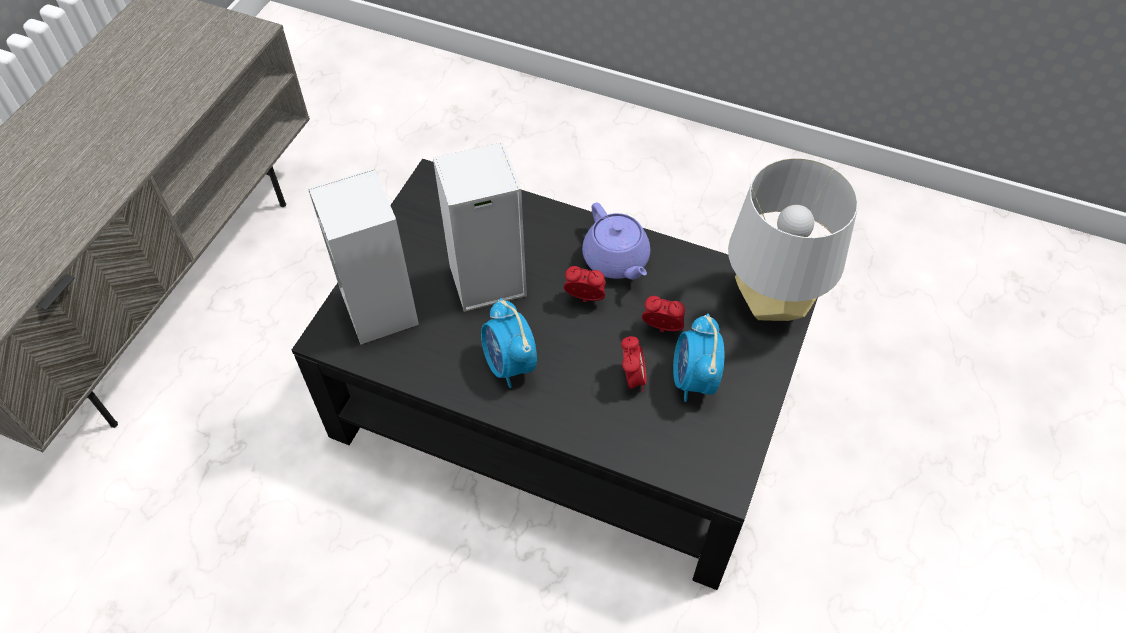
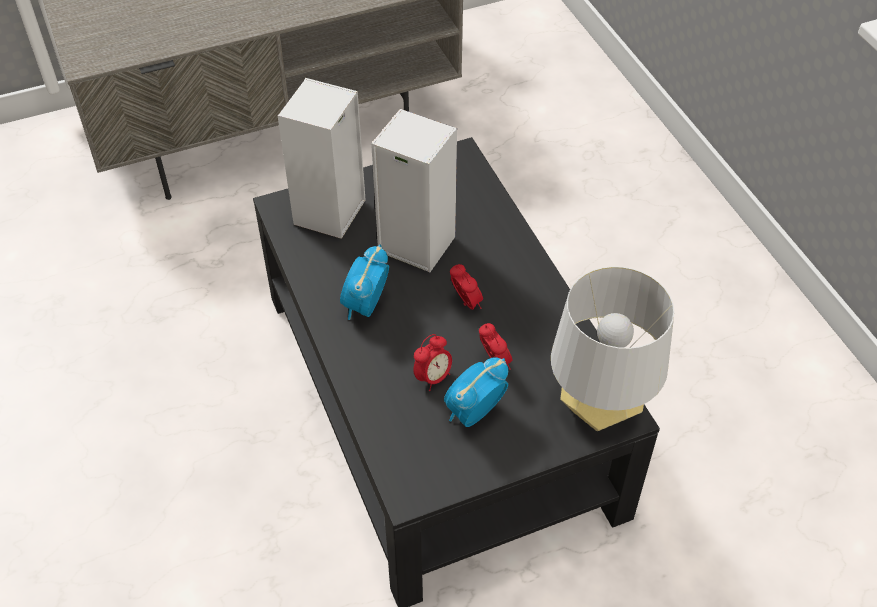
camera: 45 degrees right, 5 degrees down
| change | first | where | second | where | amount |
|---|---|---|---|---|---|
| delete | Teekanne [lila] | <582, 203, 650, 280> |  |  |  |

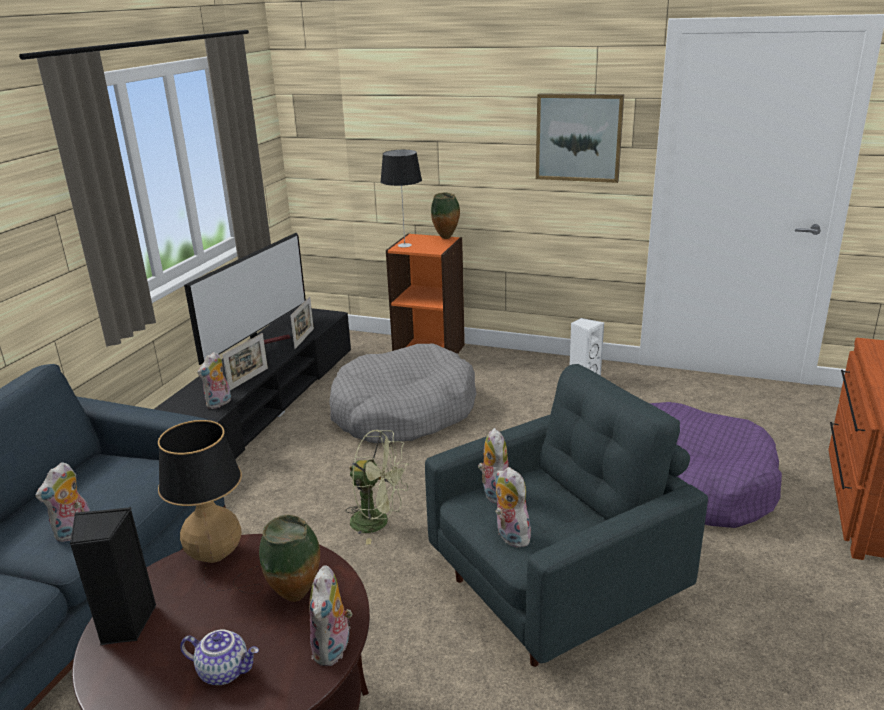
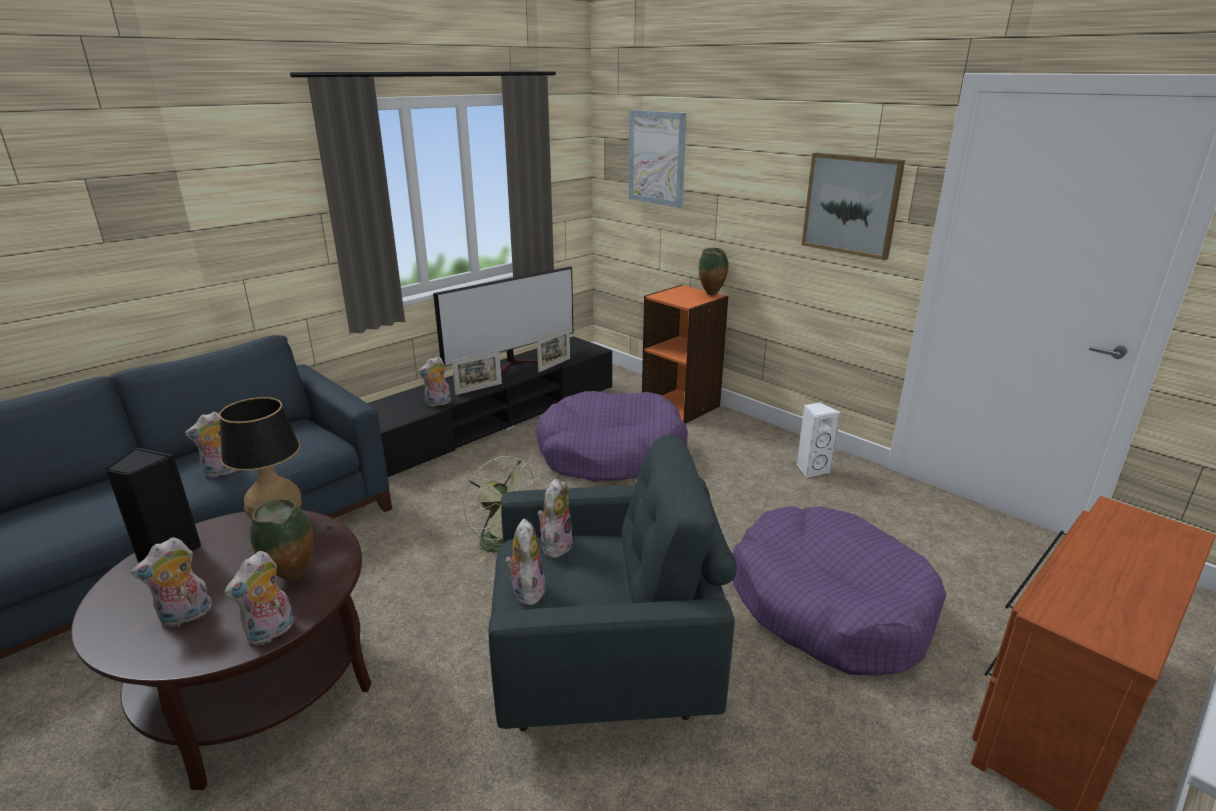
camera: 25 degrees right, 0 degrees up
| change | first | where | second | where | amount |
|---|---|---|---|---|---|
| delete | Tischlampe | <380, 150, 422, 247> |  |  |  |
| insert |  |  | Bild | <628, 110, 687, 208> |  |
| replace | Teekanne | <180, 629, 259, 685> | Plüschtier | <131, 537, 212, 627> |  |
| recolor | Hundebett [grau] | <329, 344, 476, 443> | Hundebett [lila] | <535, 391, 688, 482> |  |

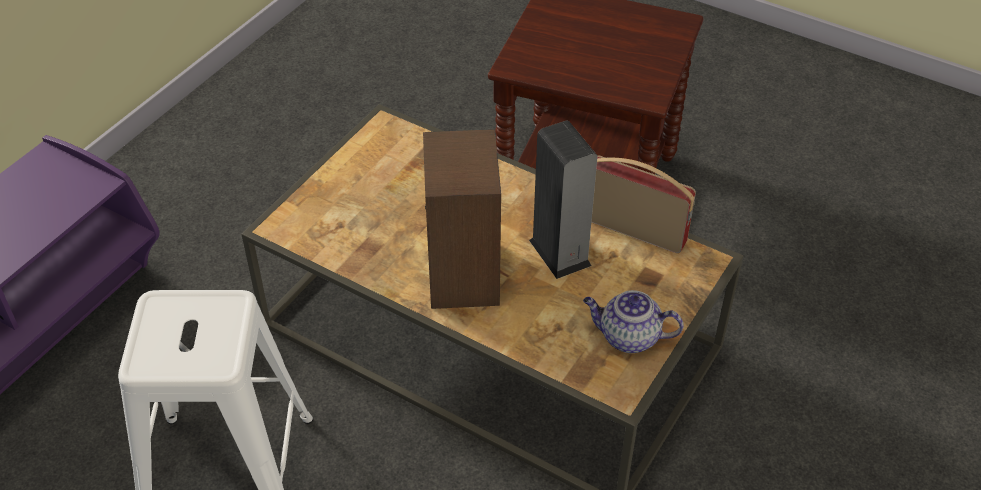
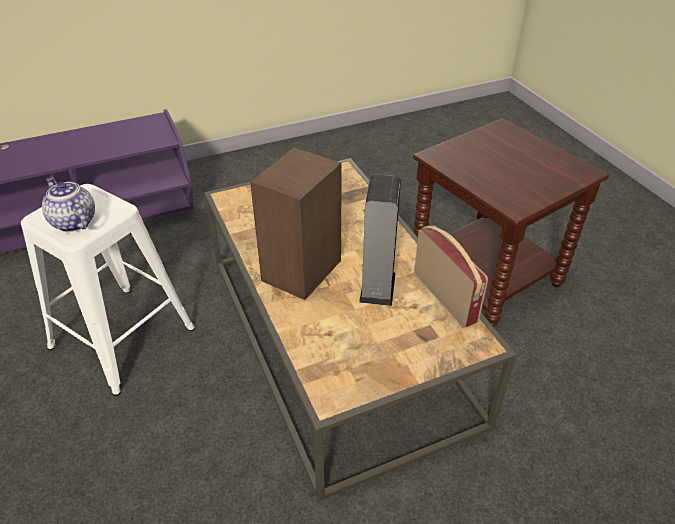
camera: 35 degrees right, 5 degrees down
| change | first | where | second | where | amount |
|---|---|---|---|---|---|
| move | Teekanne | <583, 290, 684, 353> |  | <42, 177, 95, 232> |  |

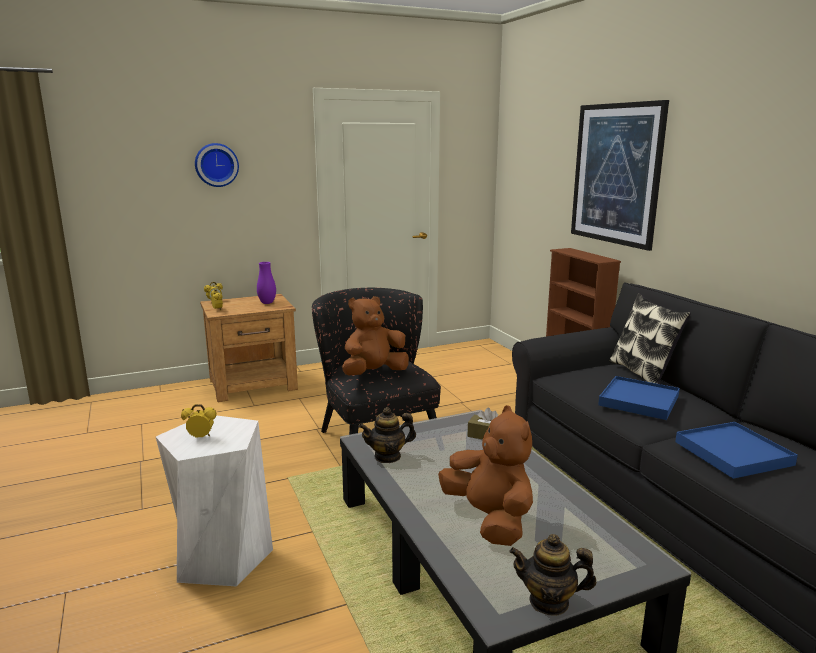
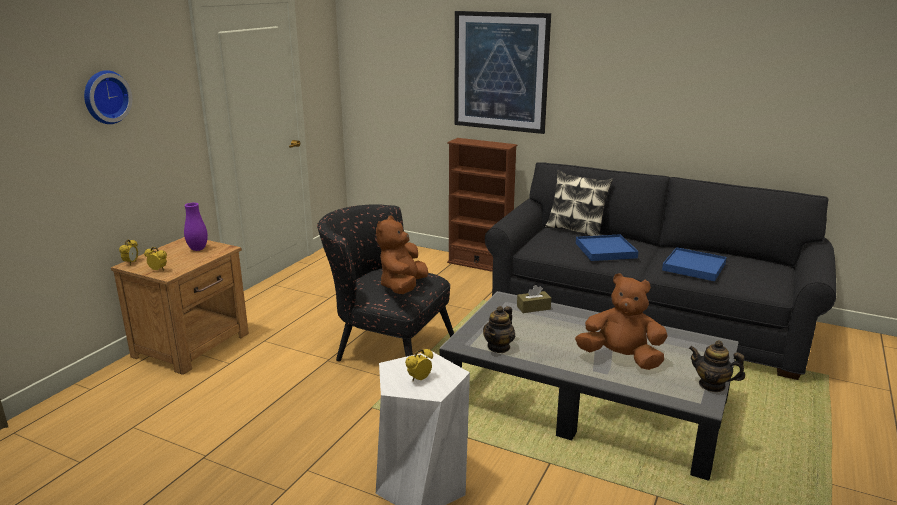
camera: 40 degrees left, 5 degrees up
| change | first | where | second | where | amount |
|---|---|---|---|---|---|
| rotate | Teekanne | <509, 534, 596, 616> |  | <689, 341, 745, 392> | 60 degrees clockwise |

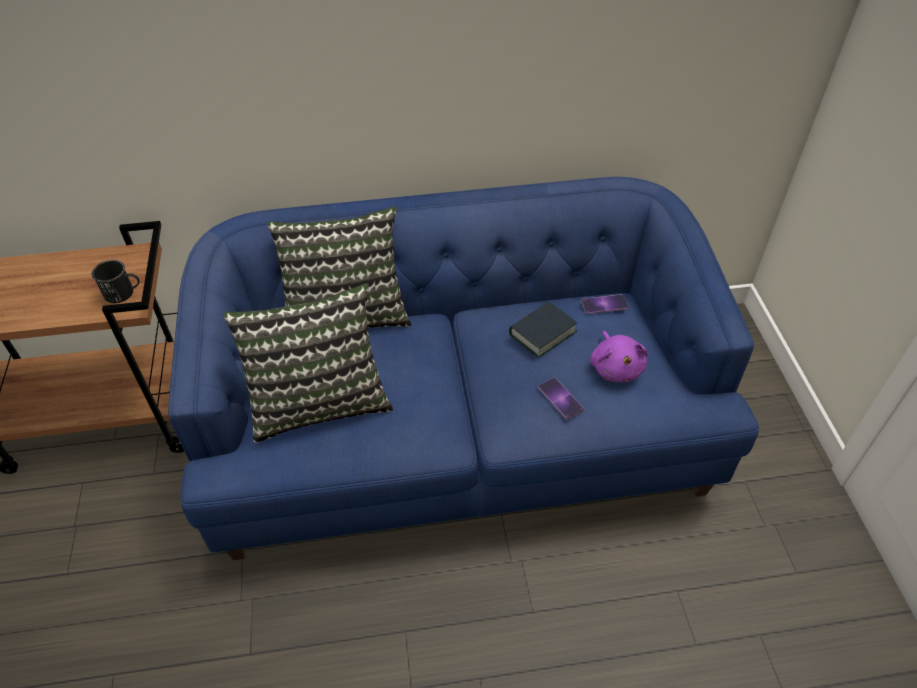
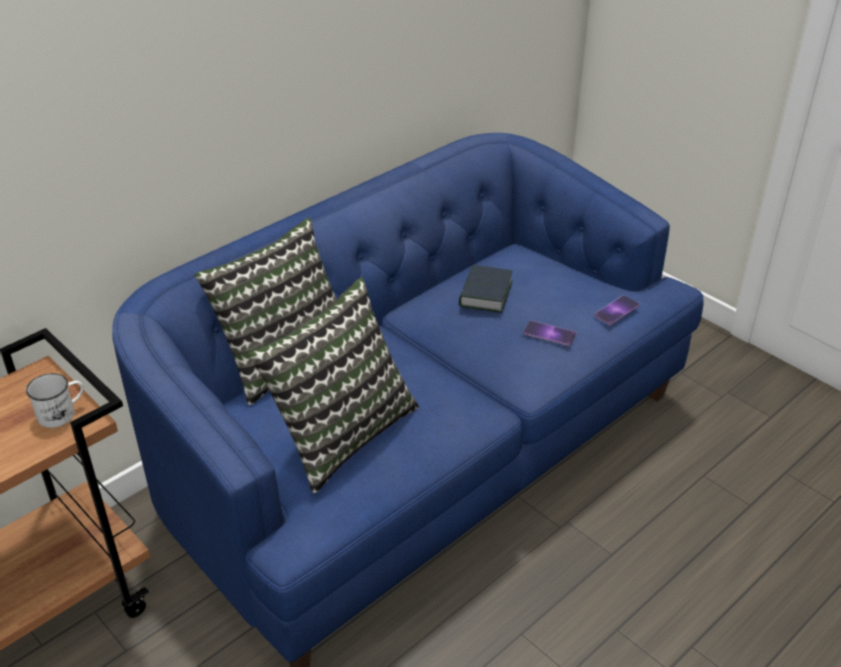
camera: 35 degrees left, 10 degrees down
| change | first | where | second | where | amount |
|---|---|---|---|---|---|
| delete | Plüschtier [lila] | <590, 331, 648, 382> |  |  |  |
| move | Handy | <581, 294, 629, 314> |  | <594, 295, 640, 325> |  |
| recolor | Henkelbecher [schwarz] | <91, 260, 140, 303> | Henkelbecher [weiß] | <26, 373, 84, 428> |  |

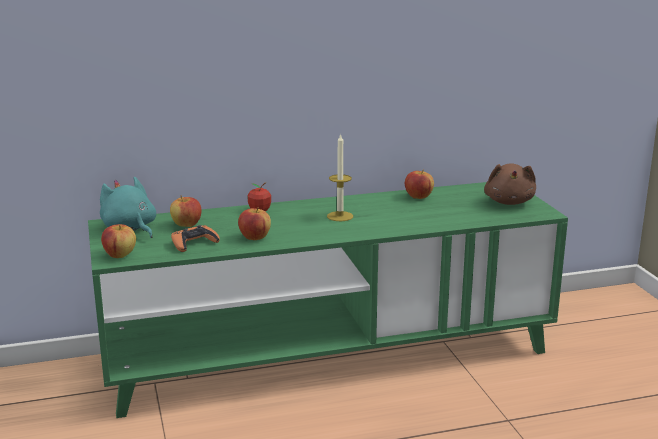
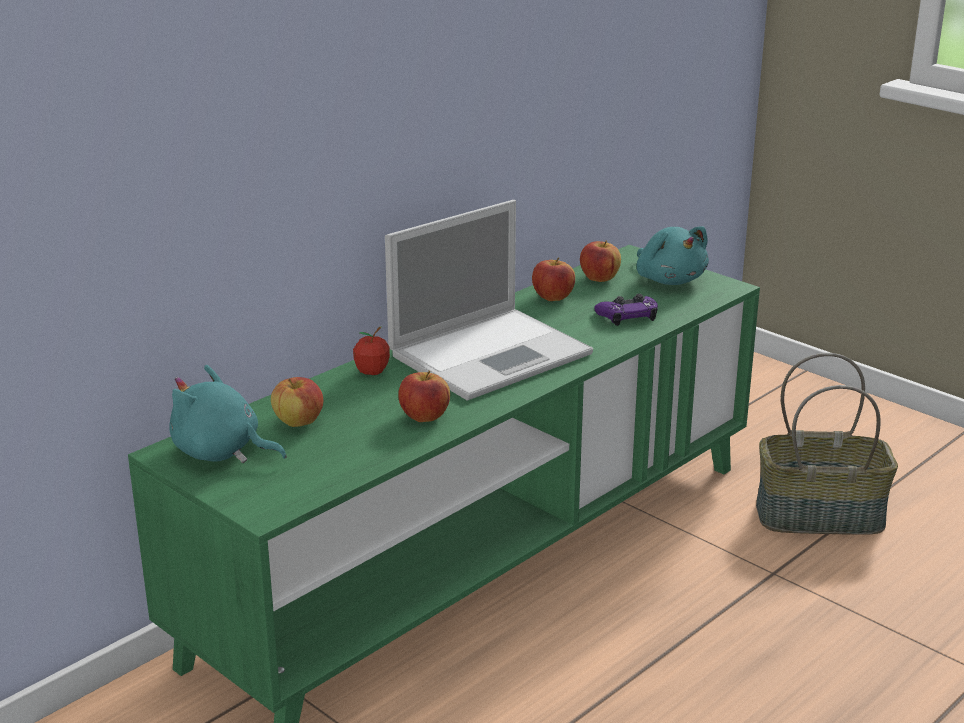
camera: 30 degrees left, 5 degrees up
| change | first | where | second | where | amount |
|---|---|---|---|---|---|
| delete | Gamepad [orange] | <171, 225, 220, 252> |  |  |  |
| insert |  |  | Gamepad [lila] | <594, 294, 658, 326> |  |
| insert |  |  | Korb | <756, 353, 898, 535> |  |
| move | Apfel | <101, 224, 136, 258> |  | <580, 241, 621, 282> |  |
| replace | Kerze | <327, 133, 353, 221> | Laptop | <385, 200, 593, 401> |  |
| recolor | Plüschtier [braun] | <484, 163, 536, 205> | Plüschtier [türkis] | <637, 227, 709, 285> |  |

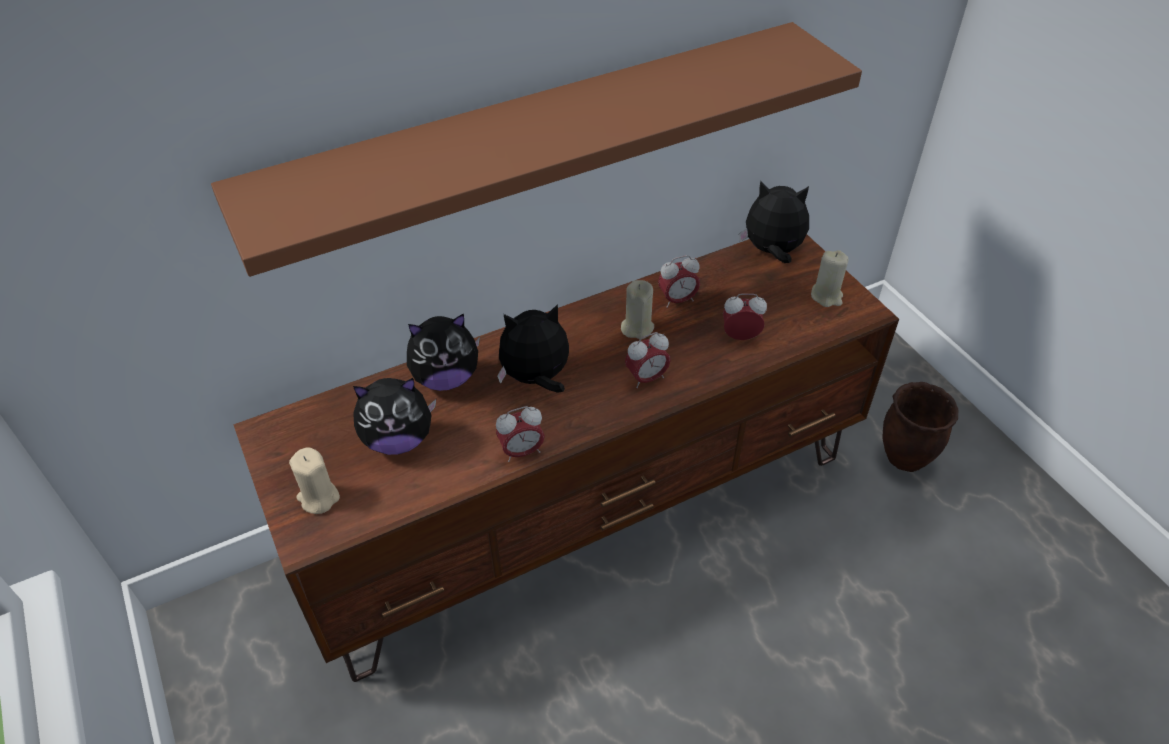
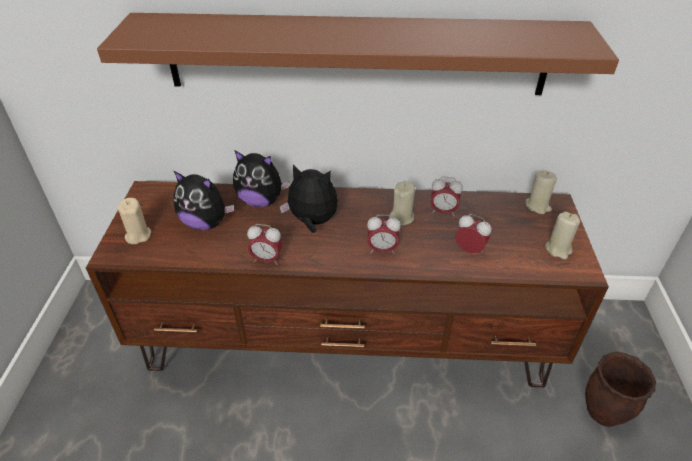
camera: 30 degrees right, 5 degrees down
| change | first | where | second | where | amount |
|---|---|---|---|---|---|
| replace | Plüschtier | <739, 181, 809, 263> | Kerze [beige] | <525, 171, 557, 214> |  |

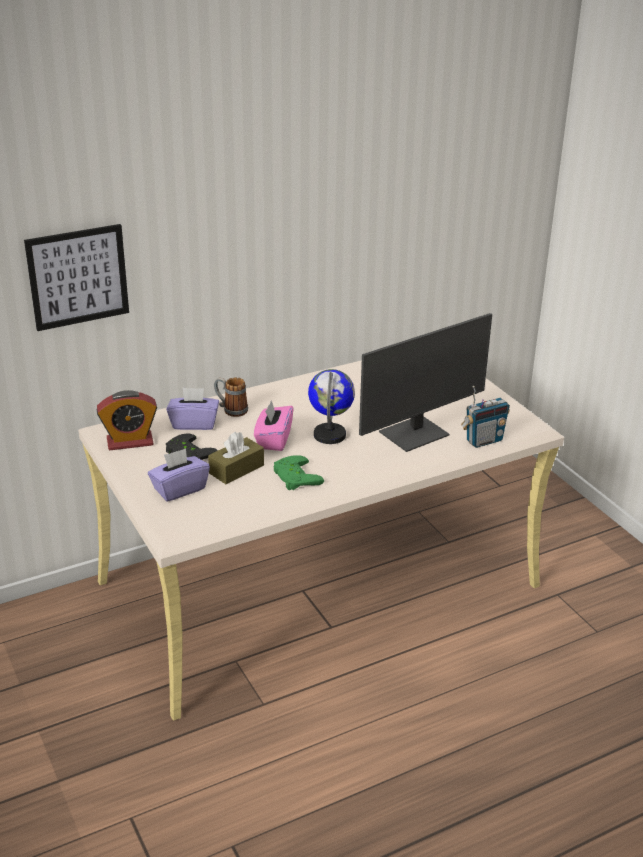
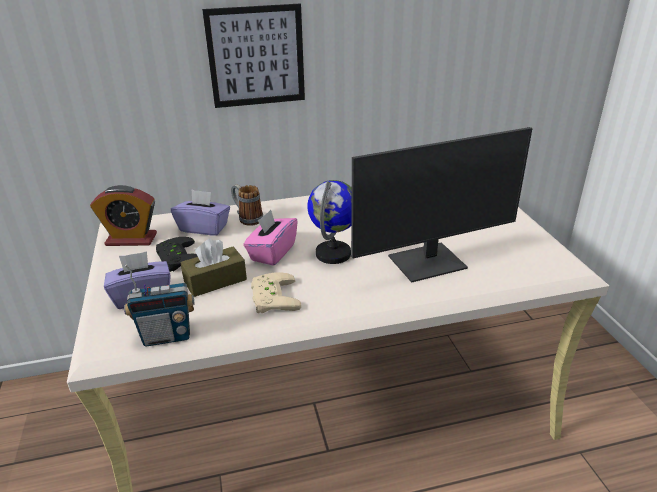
camera: 15 degrees right, 0 degrees up
| change | first | where | second | where | amount |
|---|---|---|---|---|---|
| move | Bild | <24, 224, 129, 331> |  | <202, 3, 305, 108> |  |
| move | Radio | <461, 386, 510, 448> |  | <124, 264, 195, 346> |  |
| recolor | Gamepad [grün] | <274, 455, 324, 491> | Gamepad [beige] | <251, 272, 301, 314> |  |

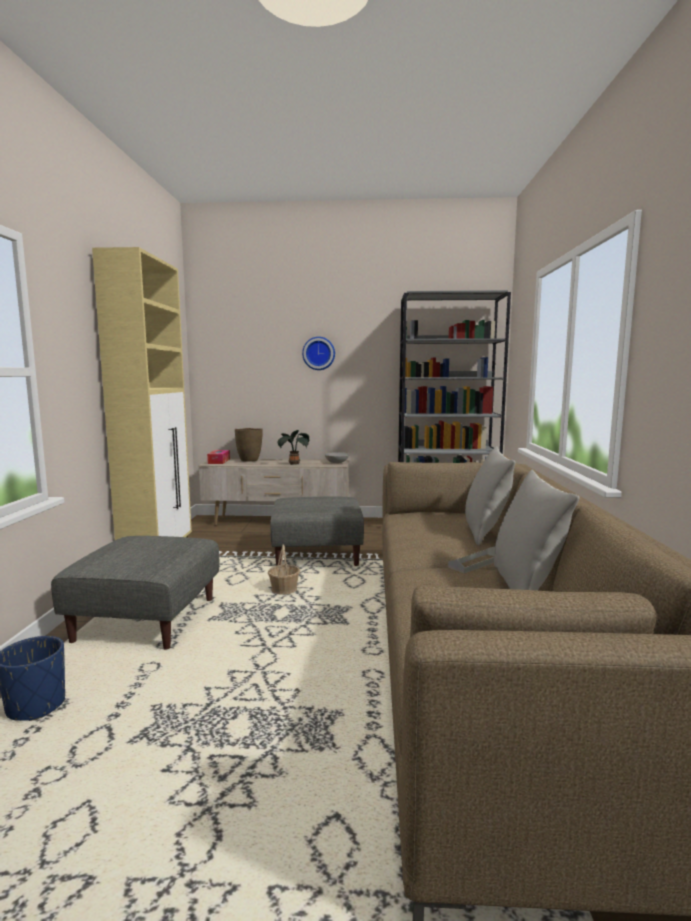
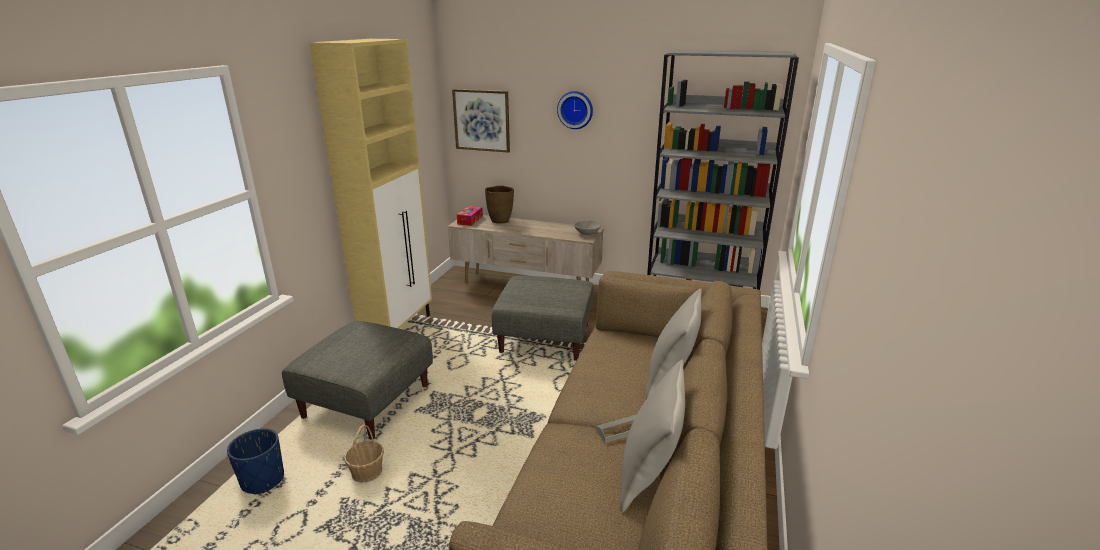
camera: 15 degrees right, 15 degrees up
| change | first | where | second | where | amount |
|---|---|---|---|---|---|
| delete | Topfpflanze | <277, 430, 309, 465> |  |  |  |
| insert |  |  | Bild | <452, 89, 510, 153> |  |
| move | Korb | <268, 545, 300, 595> |  | <344, 425, 384, 483> |  |

